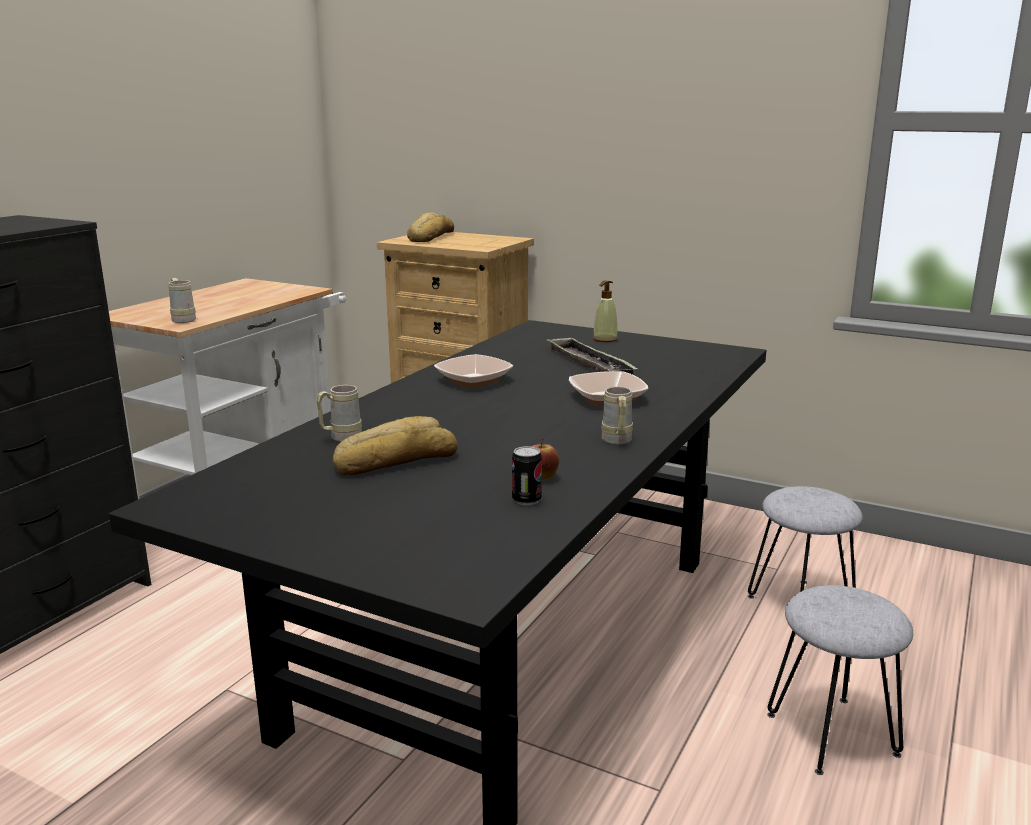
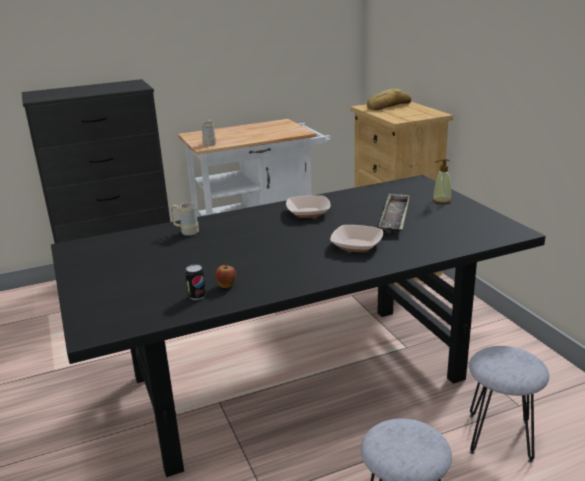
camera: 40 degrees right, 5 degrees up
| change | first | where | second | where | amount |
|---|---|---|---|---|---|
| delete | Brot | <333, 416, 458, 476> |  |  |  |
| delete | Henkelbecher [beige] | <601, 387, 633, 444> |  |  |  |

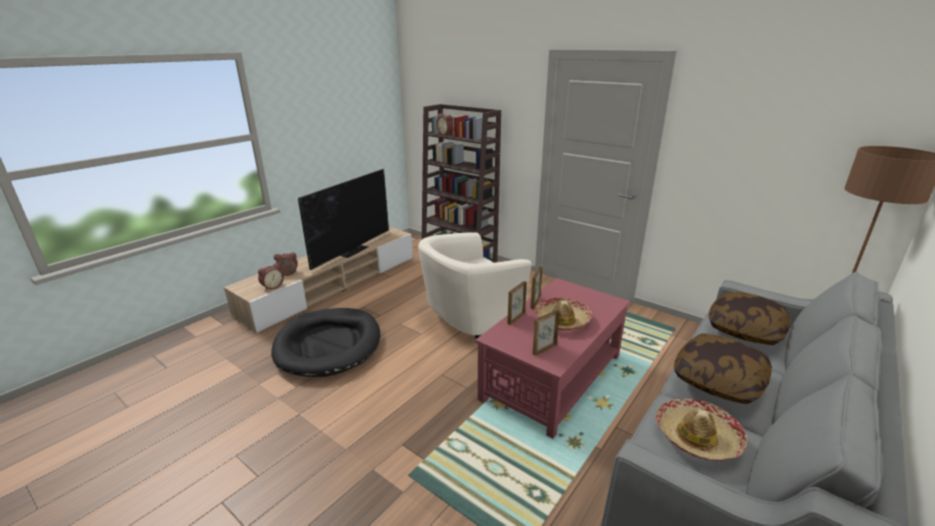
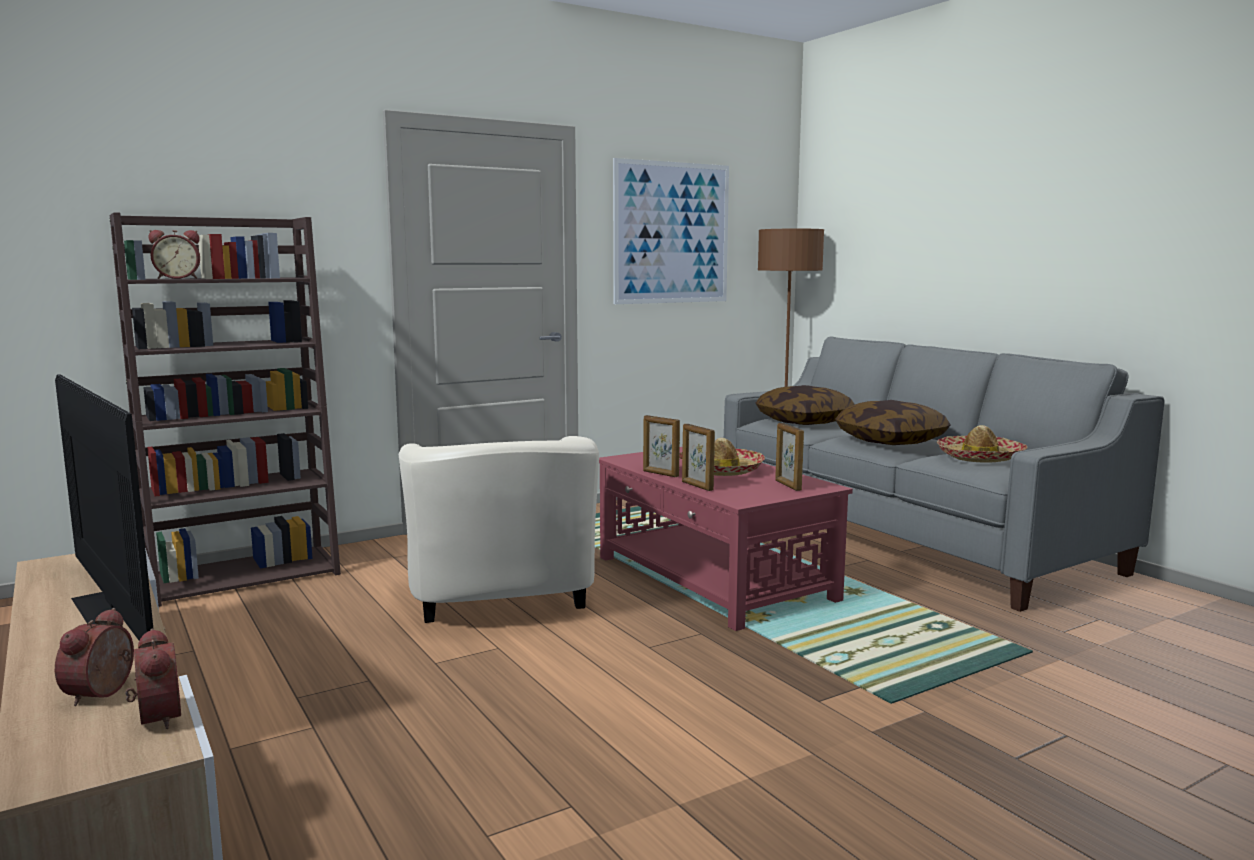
camera: 70 degrees left, 15 degrees down
| change | first | where | second | where | amount |
|---|---|---|---|---|---|
| delete | Hundebett [schwarz] | <271, 308, 380, 377> |  |  |  |
| insert |  |  | Bild | <613, 158, 729, 304> |  |

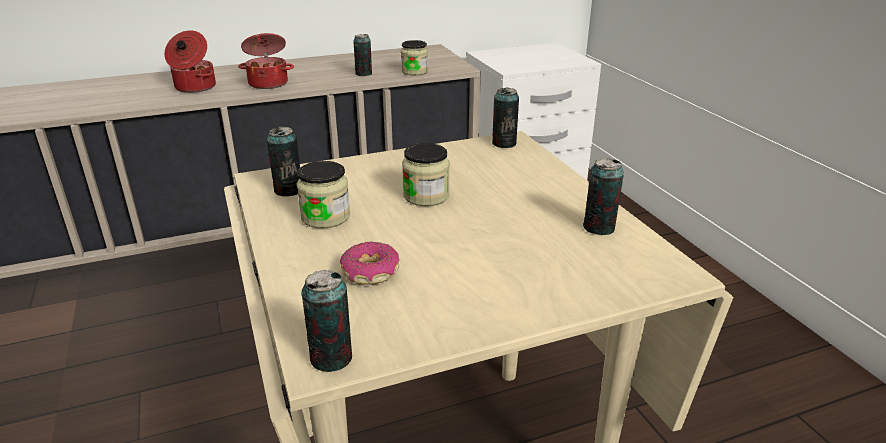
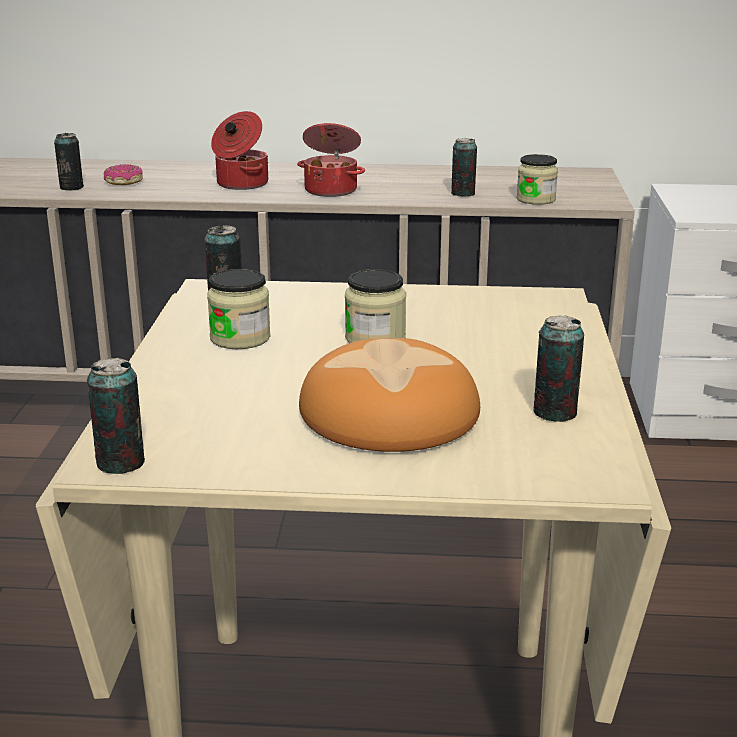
camera: 25 degrees right, 5 degrees down
| change | first | where | second | where | amount |
|---|---|---|---|---|---|
| insert |  |  | Brot | <299, 338, 480, 452> |  |
| move | Donut | <340, 242, 399, 285> |  | <103, 164, 143, 185> |  |
| move | Dose | <492, 88, 519, 148> |  | <54, 133, 84, 191> |  |

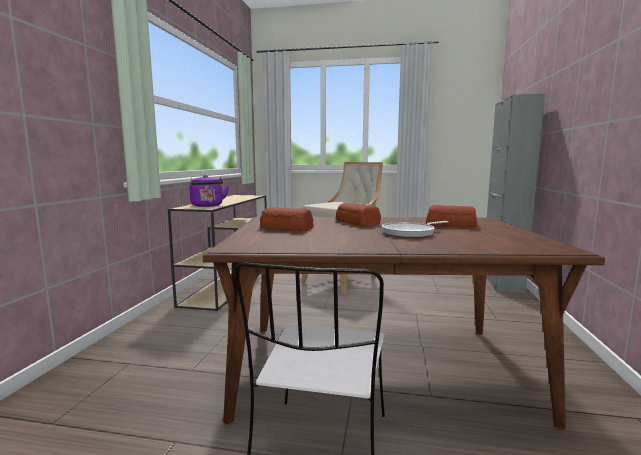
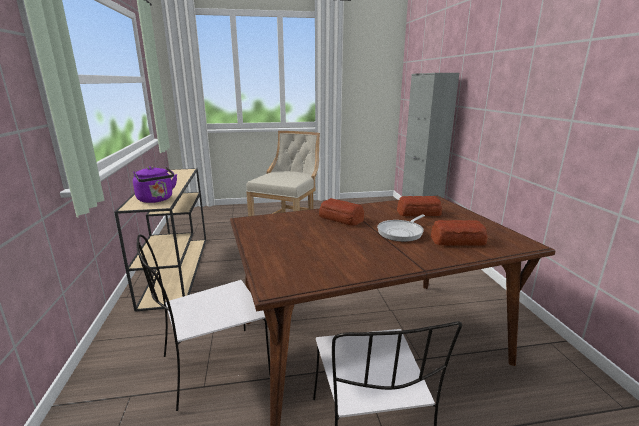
camera: 20 degrees left, 10 degrees up
| change | first | where | second | where | amount |
|---|---|---|---|---|---|
| insert |  |  | Stuhl [weiß] | <136, 235, 270, 411> |  |
| move | Brot | <260, 207, 314, 231> |  | <431, 220, 487, 246> |  |

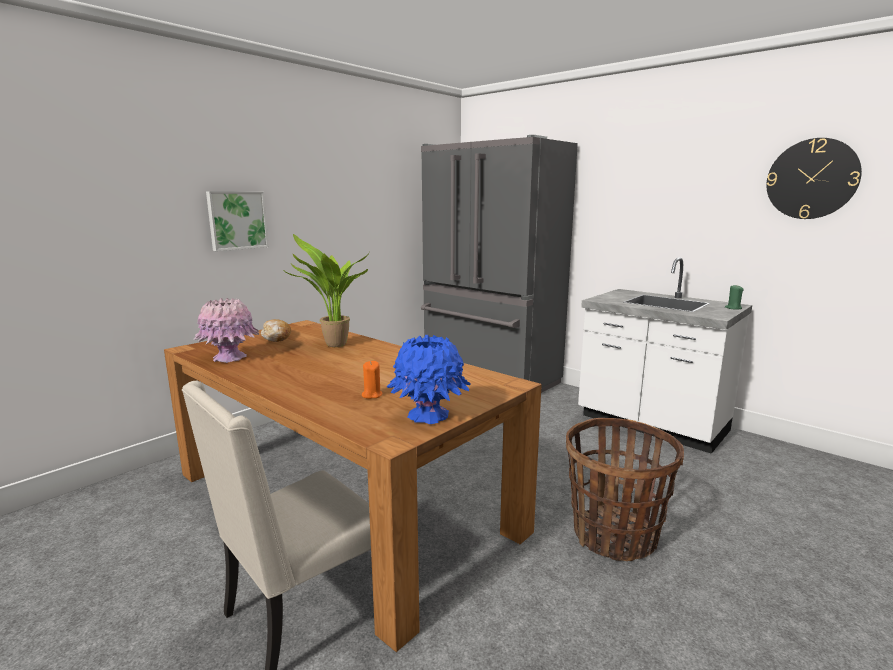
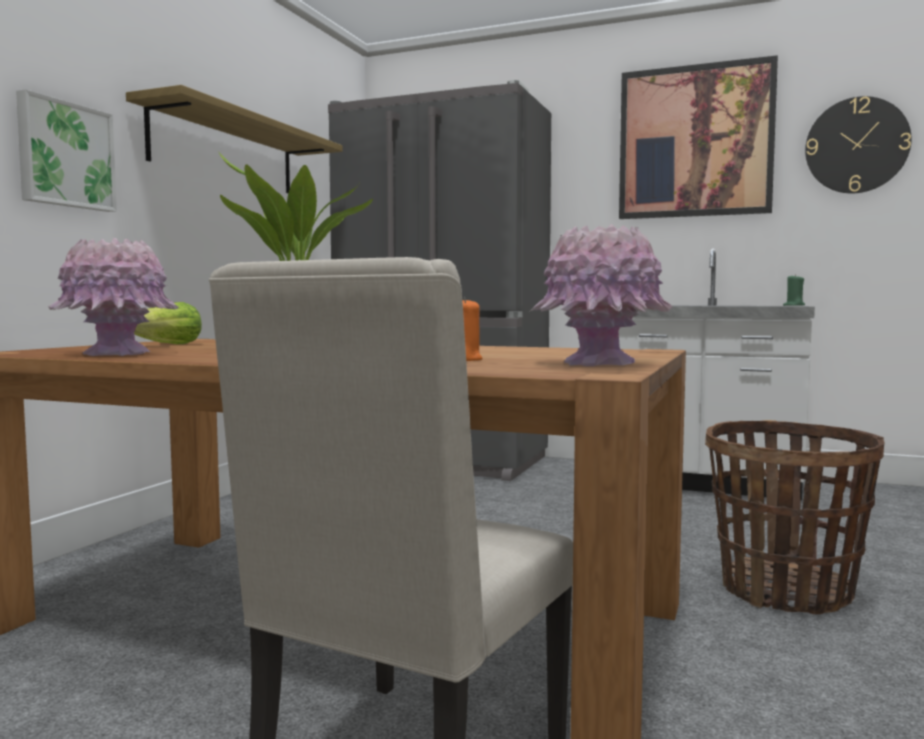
camera: 20 degrees left, 10 degrees down
| change | first | where | second | where | amount |
|---|---|---|---|---|---|
| insert |  |  | Wandregal | <126, 85, 343, 193> |  |
| insert |  |  | Bild | <619, 55, 778, 219> |  |
| replace | Brot | <261, 319, 291, 342> | Salatkopf | <134, 302, 202, 344> |  |
| recolor | Vase [blau] | <387, 335, 471, 424> | Vase [rosa] | <530, 224, 672, 366> |  |

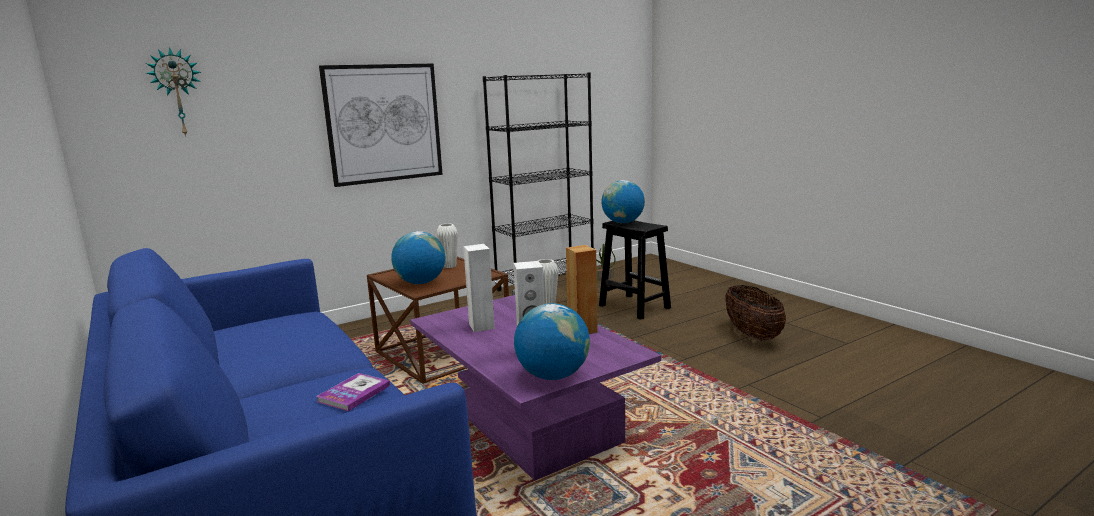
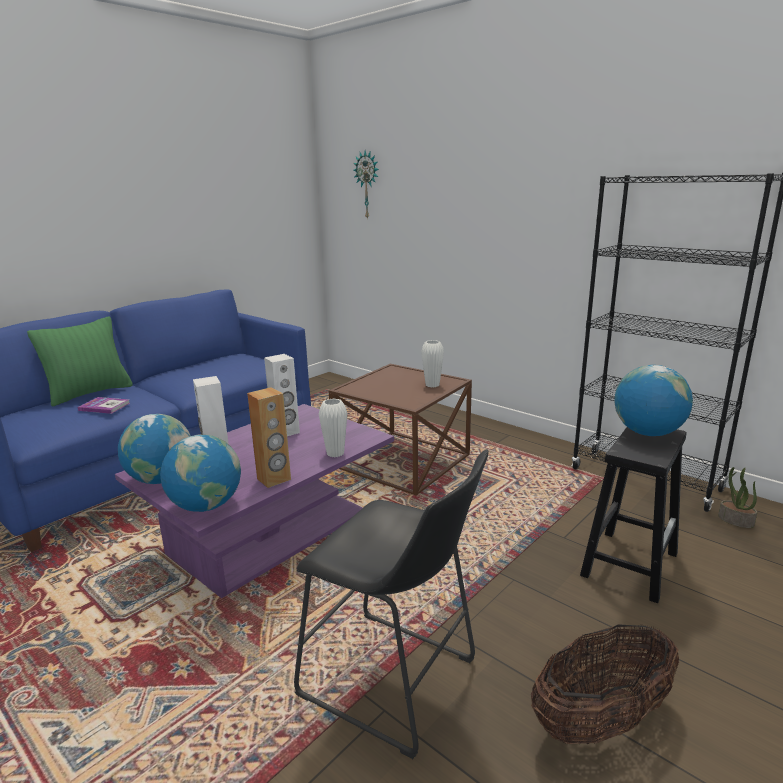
camera: 75 degrees right, 5 degrees up
| change | first | where | second | where | amount |
|---|---|---|---|---|---|
| delete | Bild | <319, 64, 443, 187> |  |  |  |
| insert |  |  | Kissen [grün] | <27, 316, 133, 407> |  |
| insert |  |  | Hocker [schwarz] | <294, 450, 489, 759> |  |
| move | Globus | <391, 231, 445, 284> |  | <160, 434, 241, 512> |  |

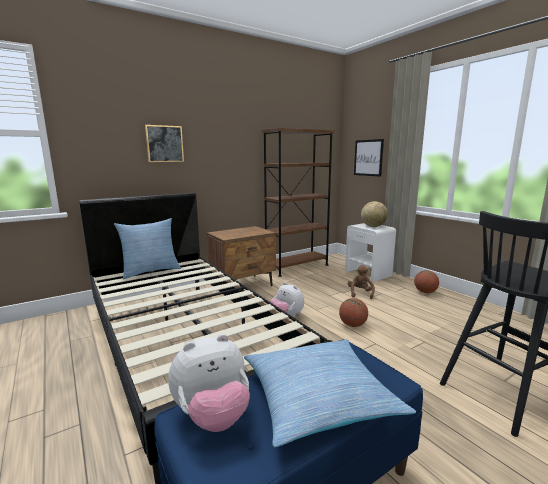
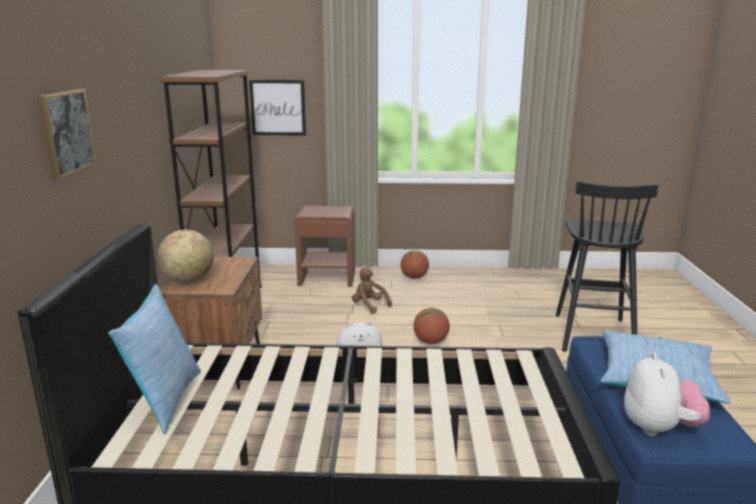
camera: 55 degrees left, 5 degrees up
| change | first | where | second | where | amount |
|---|---|---|---|---|---|
| move | Globus | <361, 201, 388, 227> |  | <158, 229, 214, 283> |  |
| recolor | Nachttisch [weiß] | <345, 223, 396, 282> | Nachttisch [braun] | <294, 206, 355, 287> |  |

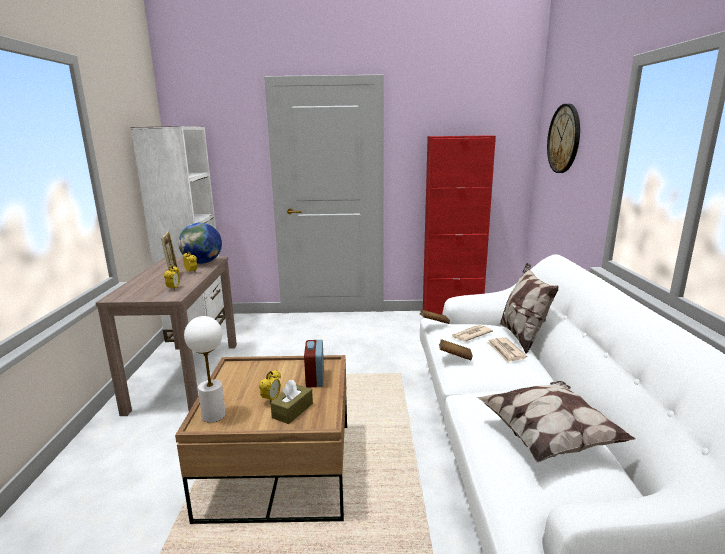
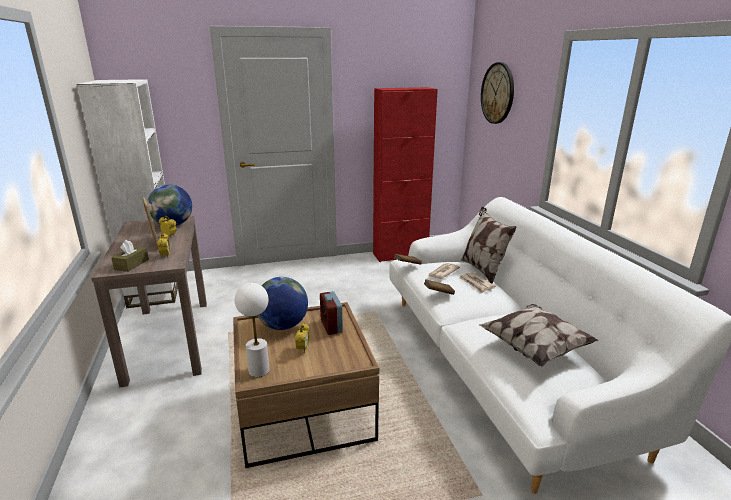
camera: 15 degrees left, 5 degrees up
| change | first | where | second | where | amount |
|---|---|---|---|---|---|
| insert |  |  | Globus | <257, 277, 308, 330> |  |
| move | Taschentuchbox [braun] | <271, 380, 313, 424> |  | <111, 240, 149, 272> |  |

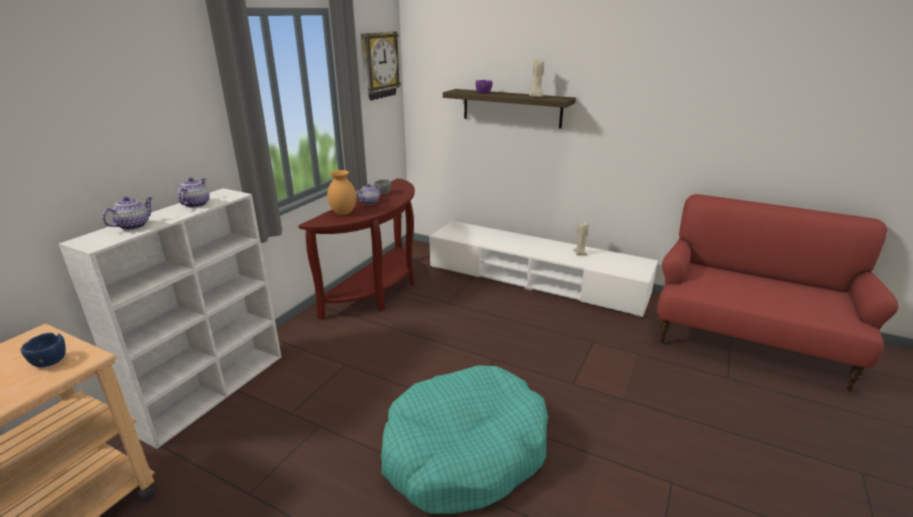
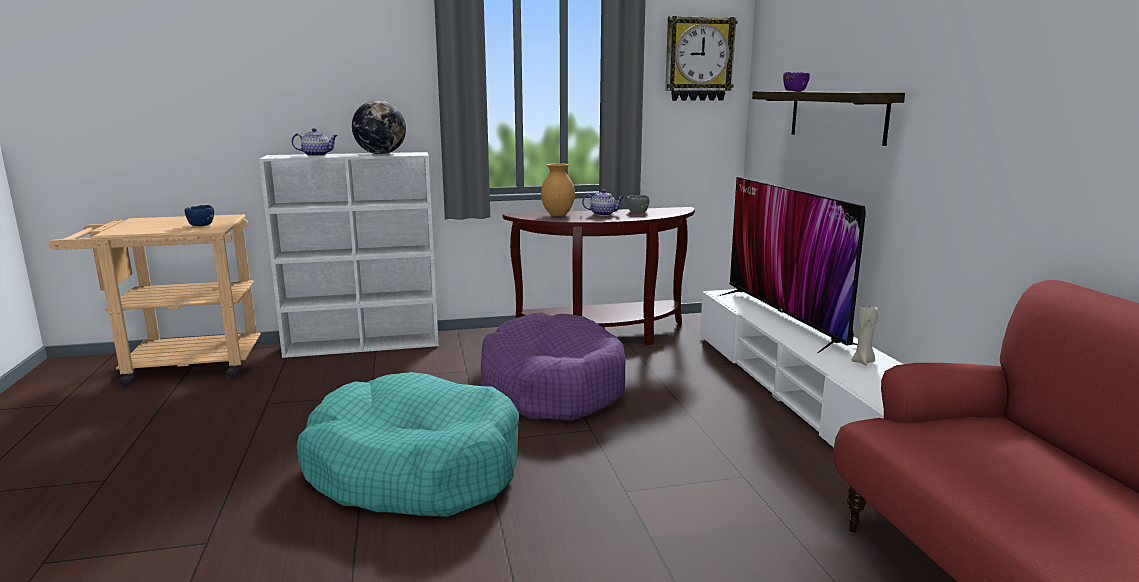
camera: 50 degrees right, 10 degrees down
| change | first | where | second | where | amount |
|---|---|---|---|---|---|
| delete | Kerze [beige] | <529, 59, 544, 97> |  |  |  |
| insert |  |  | Hundebett [lila] | <480, 312, 626, 421> |  |
| insert |  |  | Fernseher | <719, 177, 866, 353> |  |
| replace | Teekanne | <178, 178, 210, 208> | Globus | <352, 100, 406, 154> |  |

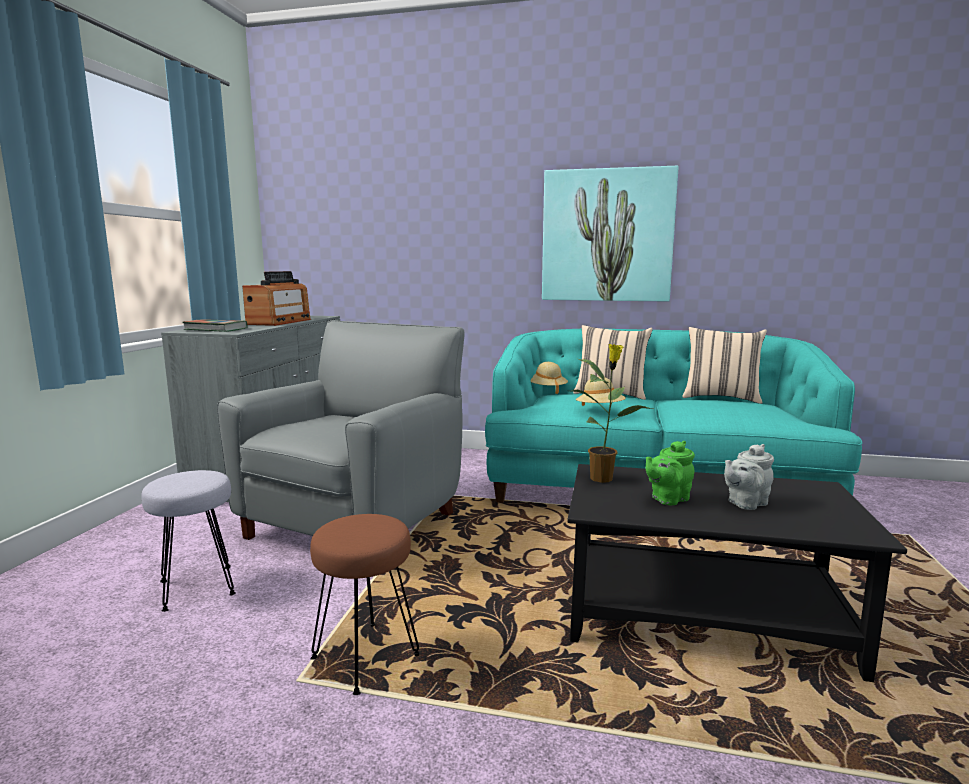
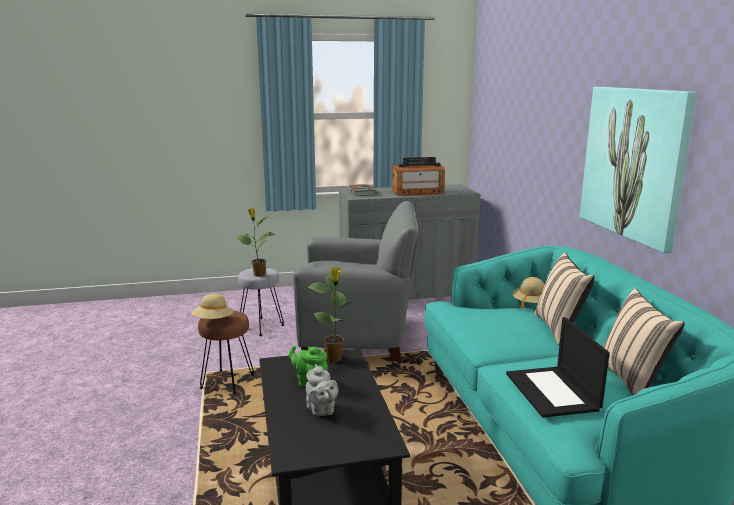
camera: 65 degrees right, 5 degrees up
| change | first | where | second | where | amount |
|---|---|---|---|---|---|
| insert |  |  | Topfpflanze | <235, 208, 276, 277> |  |
| insert |  |  | Laptop | <506, 317, 610, 418> |  |
| move | Hut [beige] | <576, 377, 626, 406> |  | <191, 294, 234, 319> |  |
| rotate | Teekanne [grau] | <724, 444, 774, 510> |  | <306, 364, 338, 416> | 150 degrees counterclockwise |

